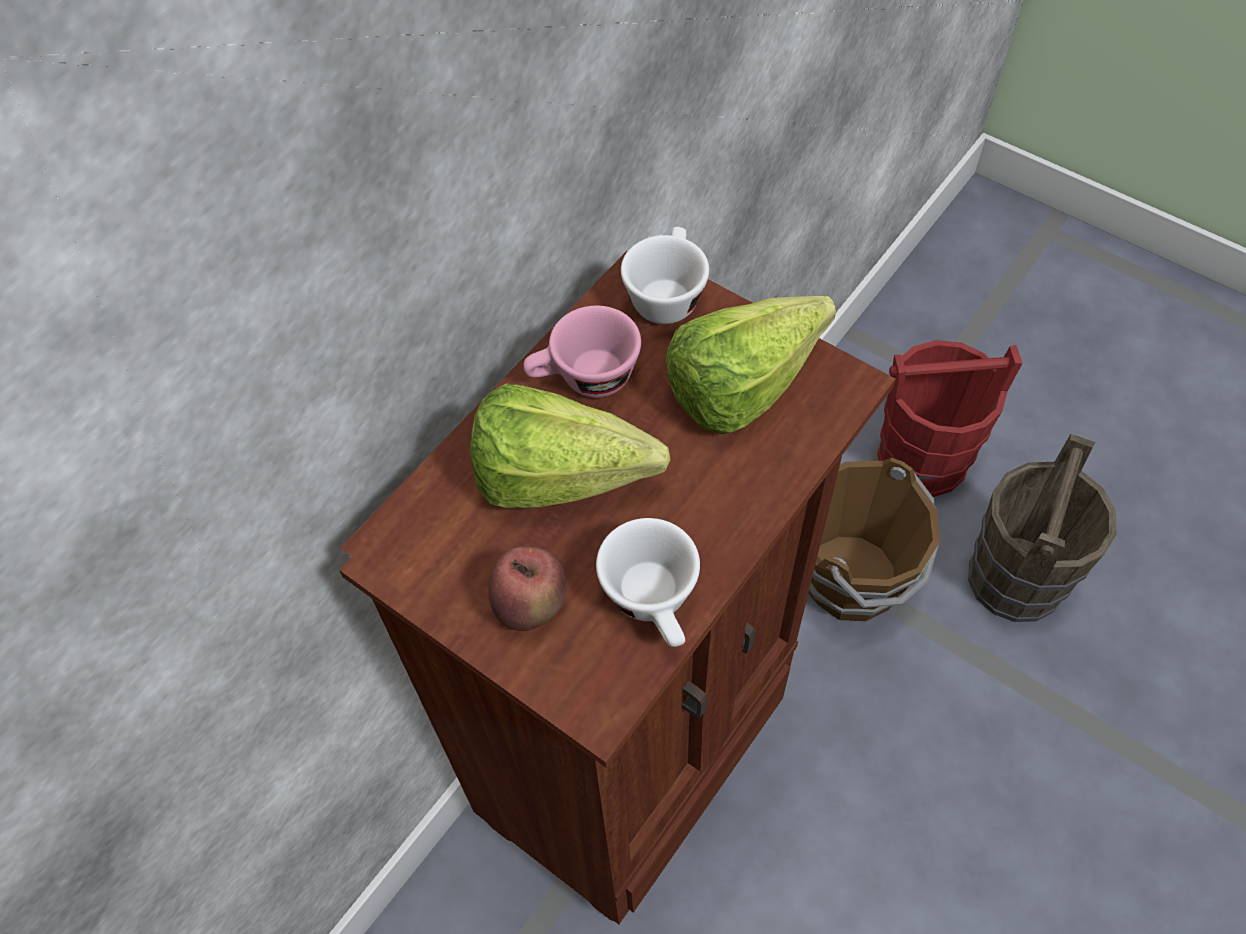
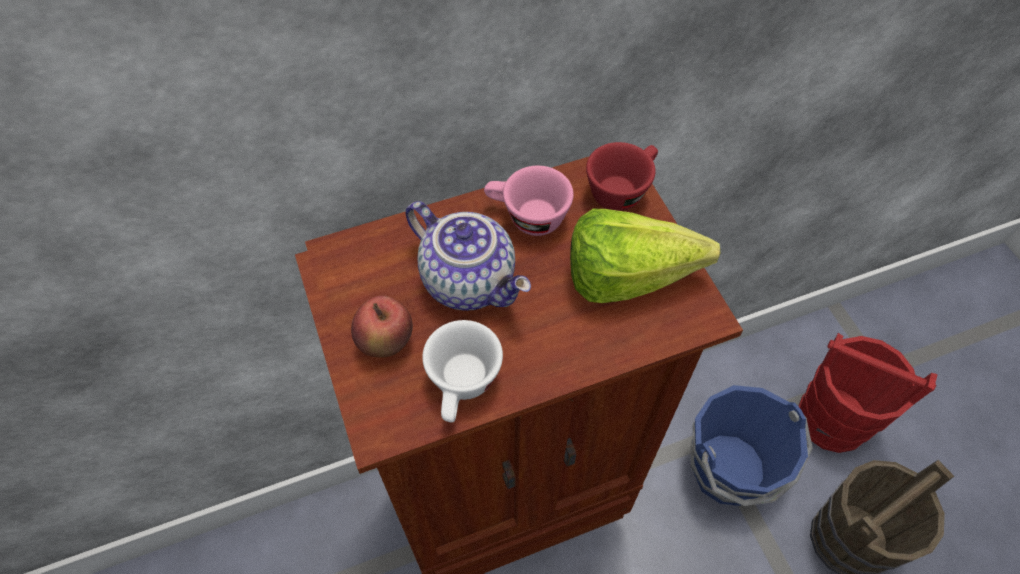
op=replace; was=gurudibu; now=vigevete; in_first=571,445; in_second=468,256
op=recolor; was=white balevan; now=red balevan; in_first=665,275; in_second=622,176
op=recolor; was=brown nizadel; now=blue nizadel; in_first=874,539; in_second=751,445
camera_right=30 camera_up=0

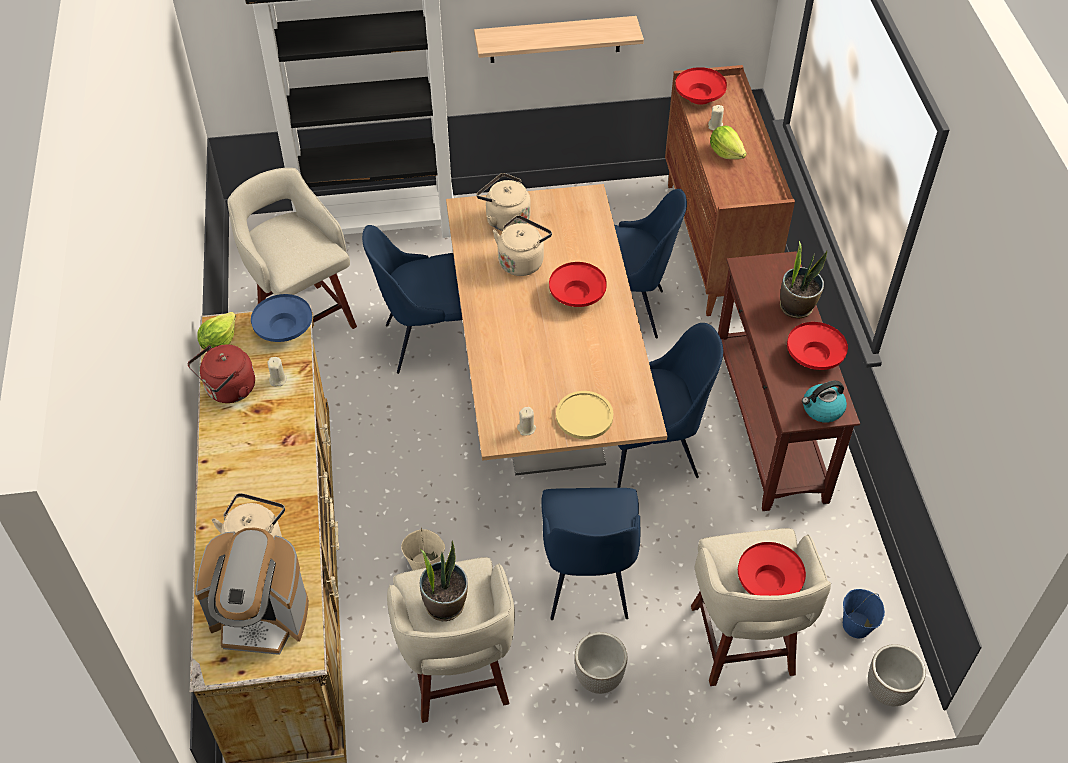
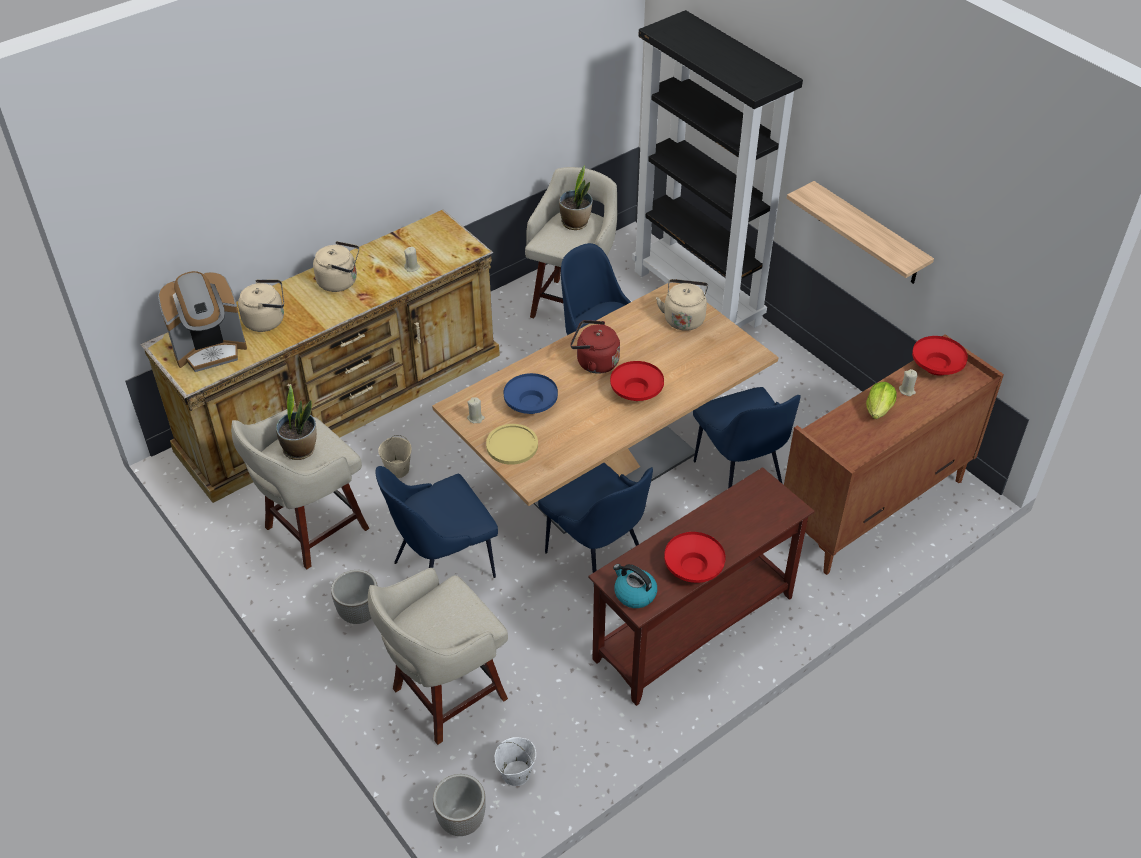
op=move; was=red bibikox; in_first=221,373; in_second=595,347
op=rotate; was=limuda; in_first=252,591; in_second=202,321; clockwise=-90
op=delete; was=gurudibu; in_first=216,330
op=move; was=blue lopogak; in_first=281,318; in_second=531,393
op=move; was=beige bibikox; in_first=522,245; in_second=336,266
op=delete; was=red lopogak; in_first=772,569
op=move; was=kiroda; in_first=803,280; in_second=575,197
op=recolor; was=blue nizadel; now=white nizadel; in_first=864,613; in_second=515,761
camera_right=60 camera_up=-5

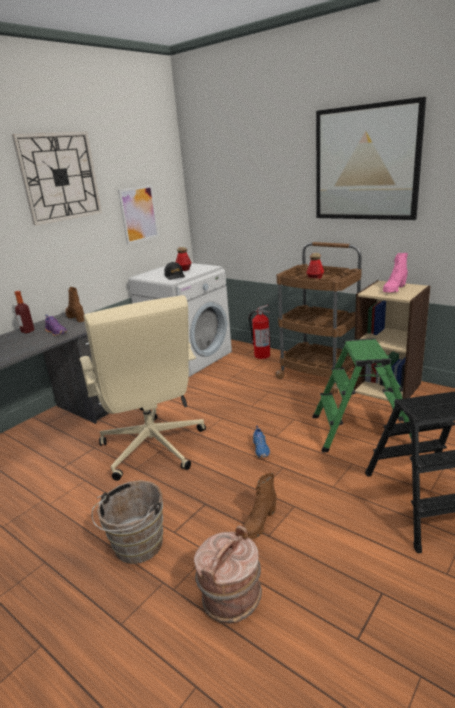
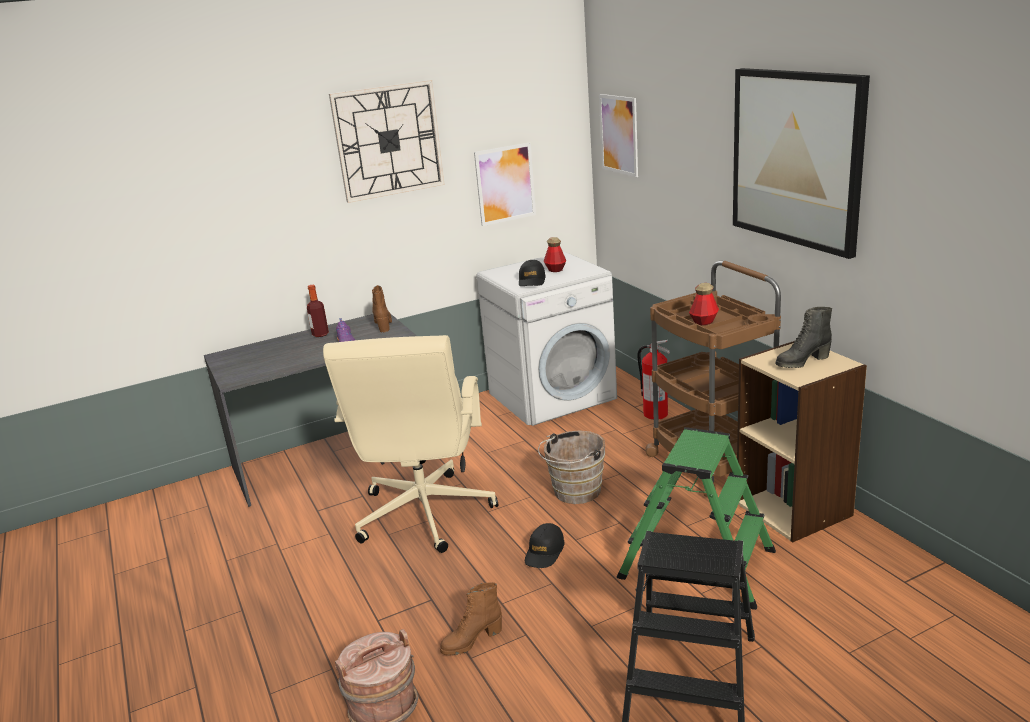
op=move; was=brown nizadel; in_first=127,522; in_second=571,467
op=replace; was=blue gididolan; now=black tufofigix; in_first=261,441; in_second=545,545
op=recolor; was=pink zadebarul; now=black zadebarul; in_first=395,273; in_second=804,337
op=insert; now=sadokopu; in_second=618,135
camera_right=25 camera_up=0

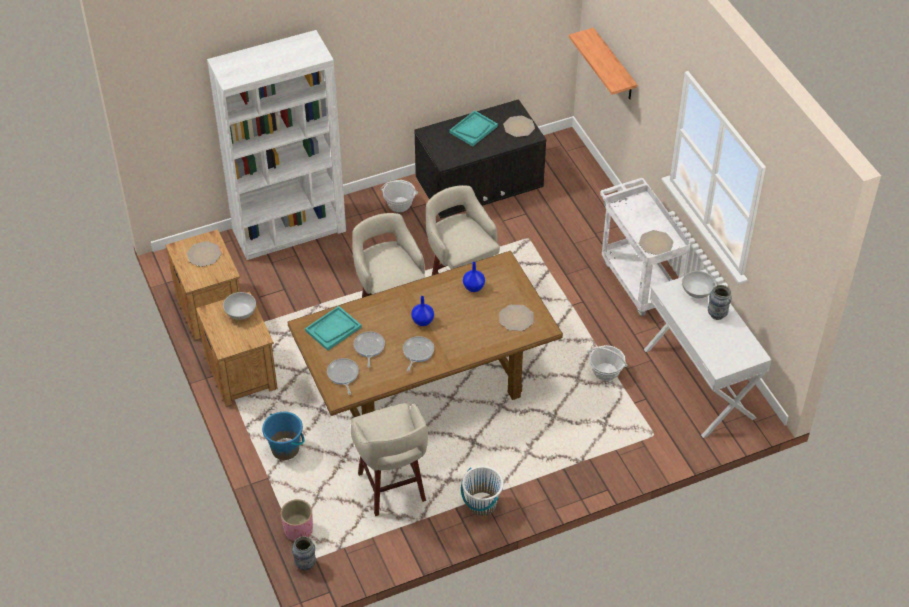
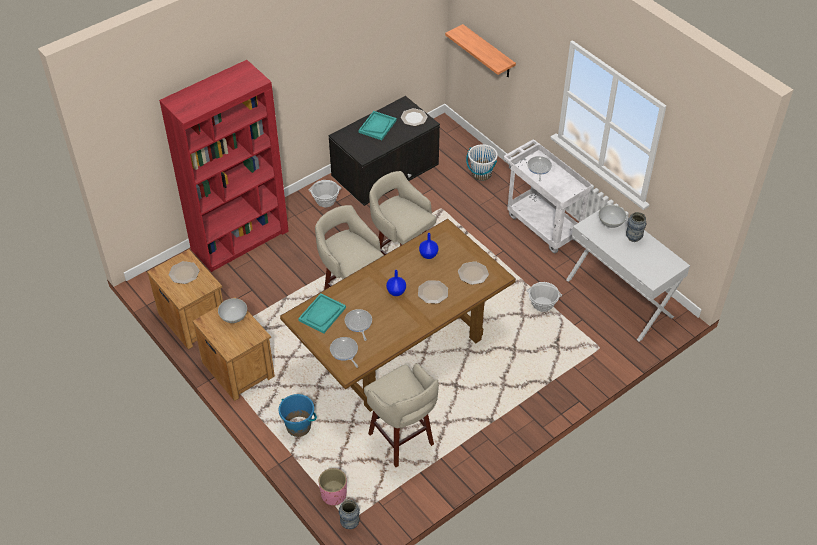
op=recolor; was=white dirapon; now=red dirapon; in_first=276,145; in_second=224,166
op=move; was=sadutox; in_first=418,354; in_second=539,168
op=move; was=white nizadel; in_first=482,491; in_second=482,162
op=move; was=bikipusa; in_first=656,242; in_second=433,292
camera_right=-15 camera_up=0

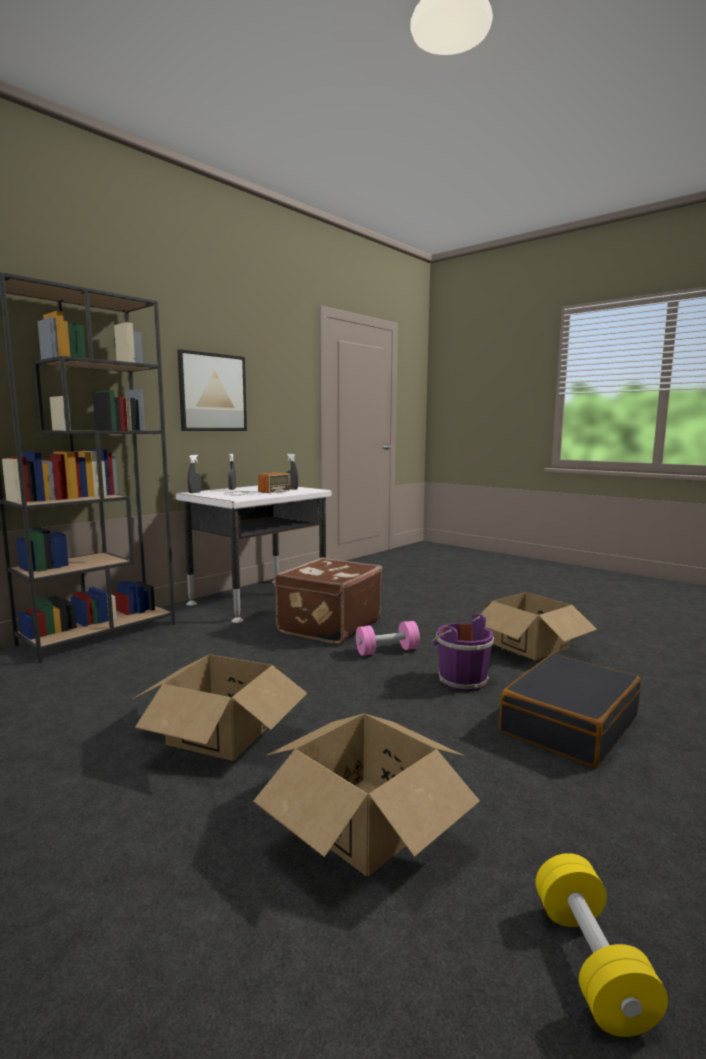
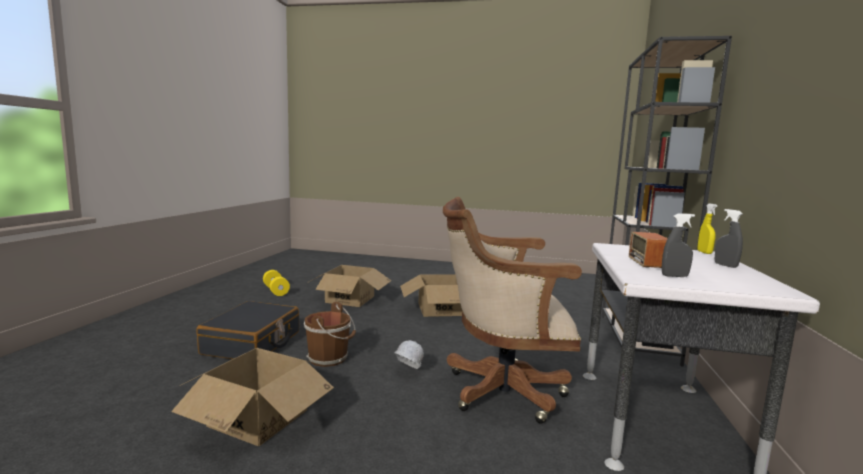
op=delete; was=sadokopu; in_first=212,390
op=recolor; was=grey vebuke; now=yellow vebuke; in_first=194,474; in_second=708,229
op=replace; was=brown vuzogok; now=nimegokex; in_first=328,600; in_second=512,310
op=replace; was=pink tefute; now=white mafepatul; in_first=388,638; in_second=409,354
op=recolor; was=purple nizadel; now=brown nizadel; in_first=462,652; in_second=330,334
camera_right=150 camera_up=0

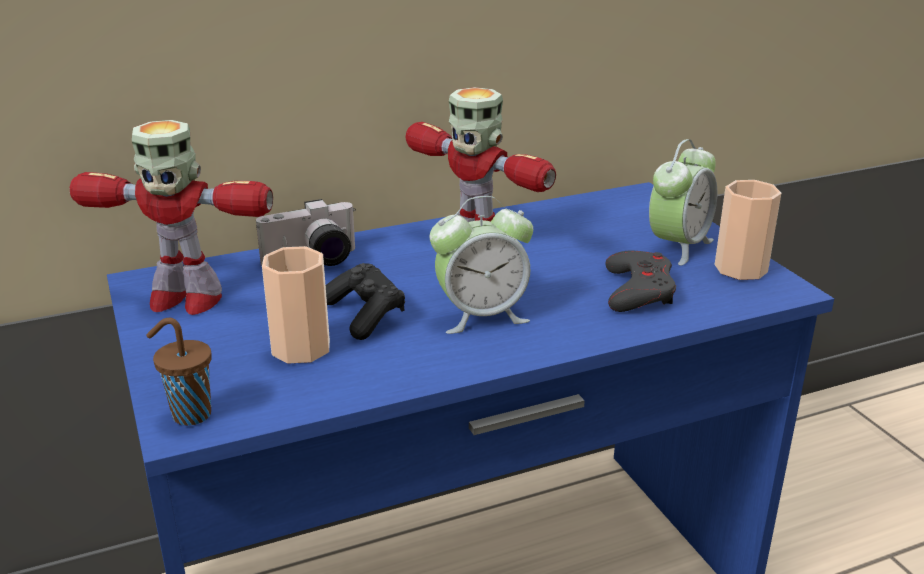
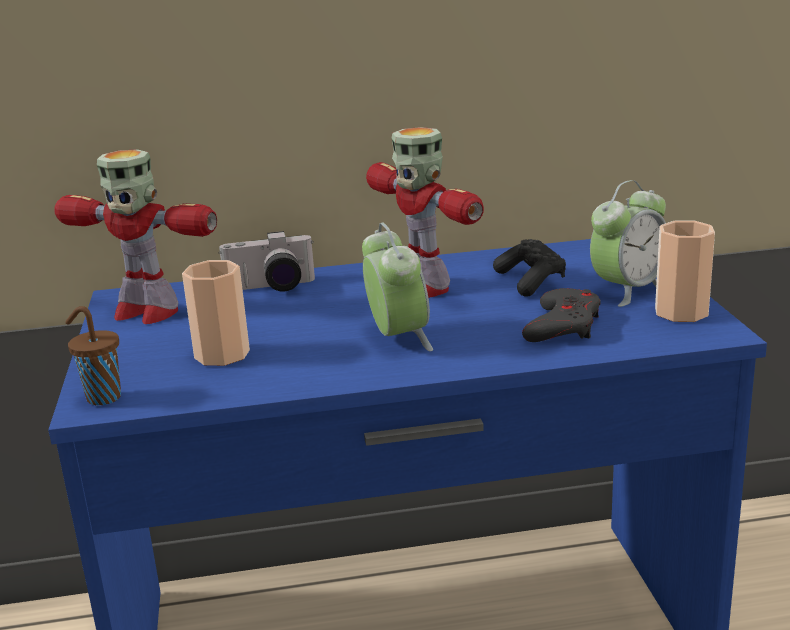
op=move; was=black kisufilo; in_first=365,301; in_second=529,268
op=rotate; was=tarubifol; in_first=481,265; in_second=397,287; clockwise=-105
camera_right=15 camera_up=-5

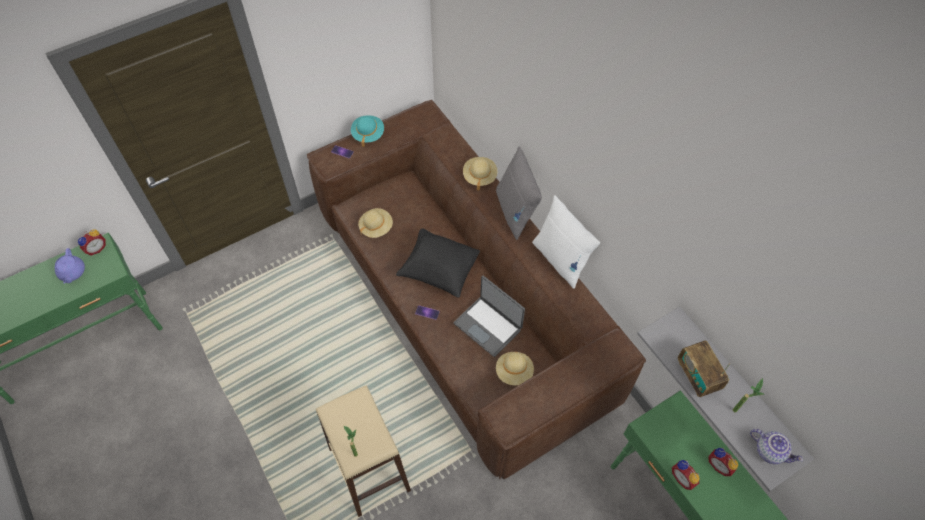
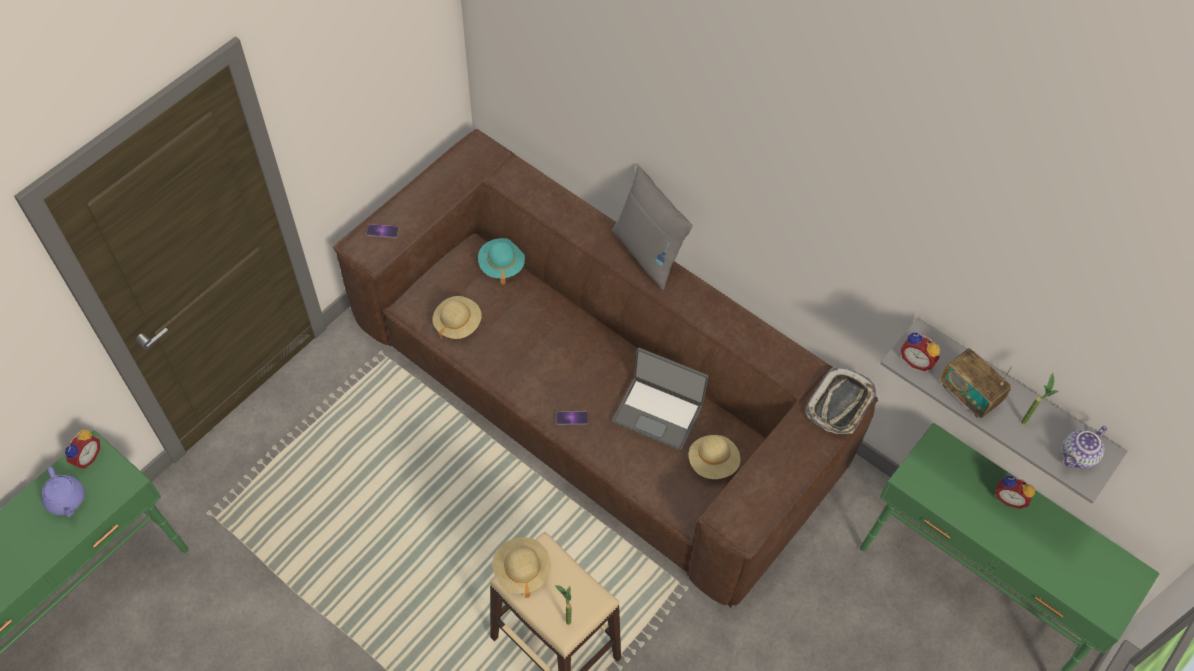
op=move; was=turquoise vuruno; in_first=367,131; in_second=501,261
op=delete; was=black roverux; in_first=438,263
op=move; was=beige vuruno; in_first=480,174; in_second=522,567
op=delete; was=white roverux; in_first=566,242
op=move; was=tarubifol; in_first=686,475; in_second=920,352
op=rotate; was=vigevete; in_first=776,446; in_second=1085,447; clockwise=120
op=insert; now=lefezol; in_second=841,400
camera_right=-20 camera_up=0

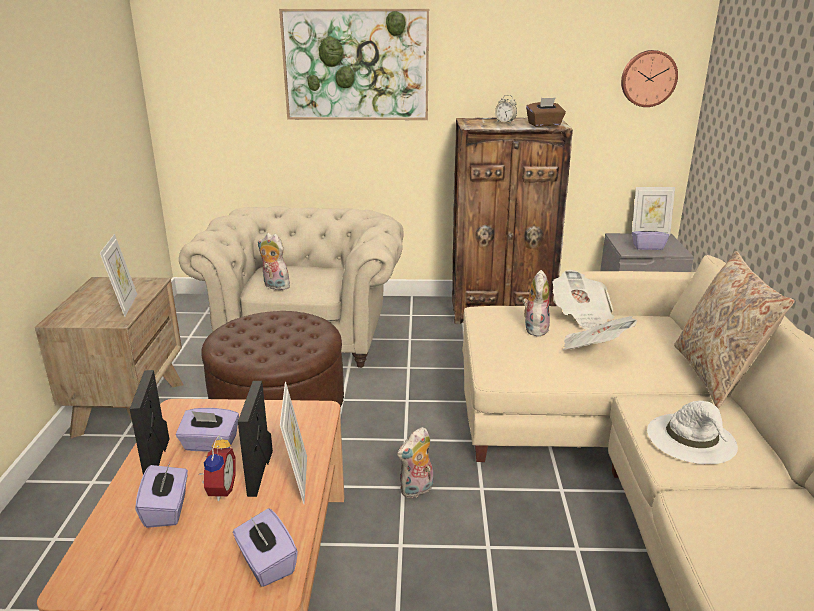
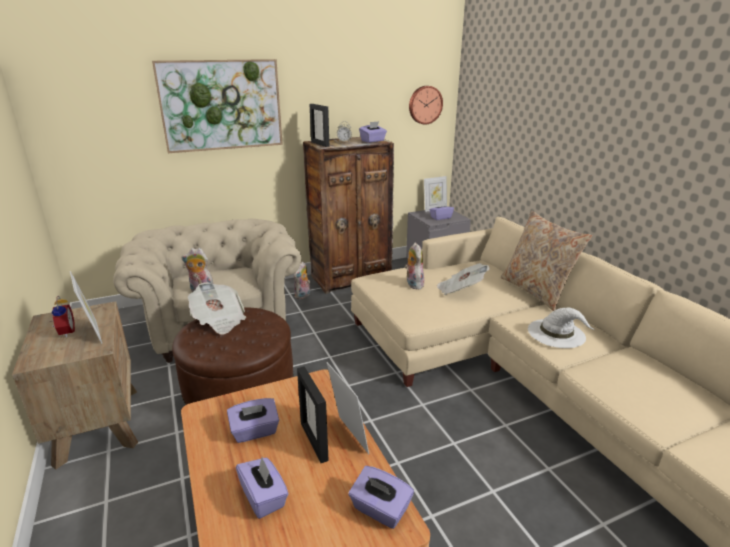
op=move; was=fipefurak; in_first=149,422; in_second=319,125
op=move; was=tarubifol; in_first=217,468; in_second=63,316
op=move; was=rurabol; in_first=415,462; in_second=302,280
op=recolor; was=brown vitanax; now=purple vitanax; in_first=546,112; in_second=373,132
op=move; was=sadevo; in_first=583,300; in_second=217,308
camera_right=-25 camera_up=0

